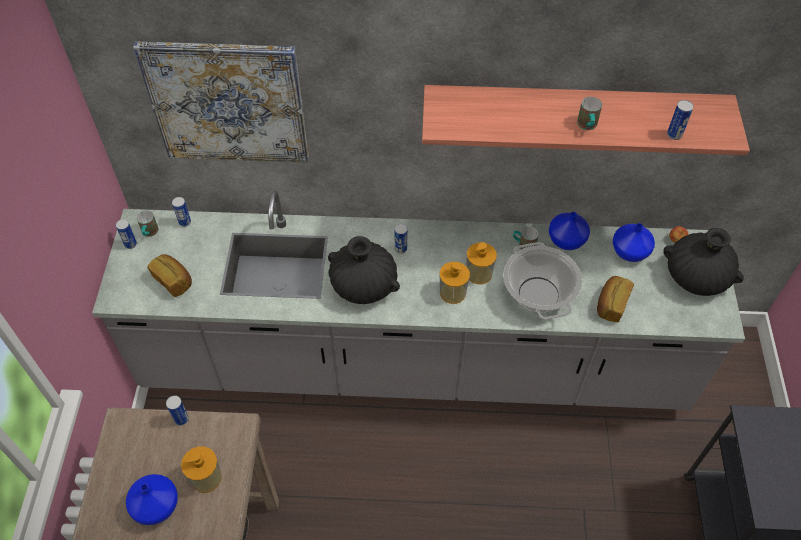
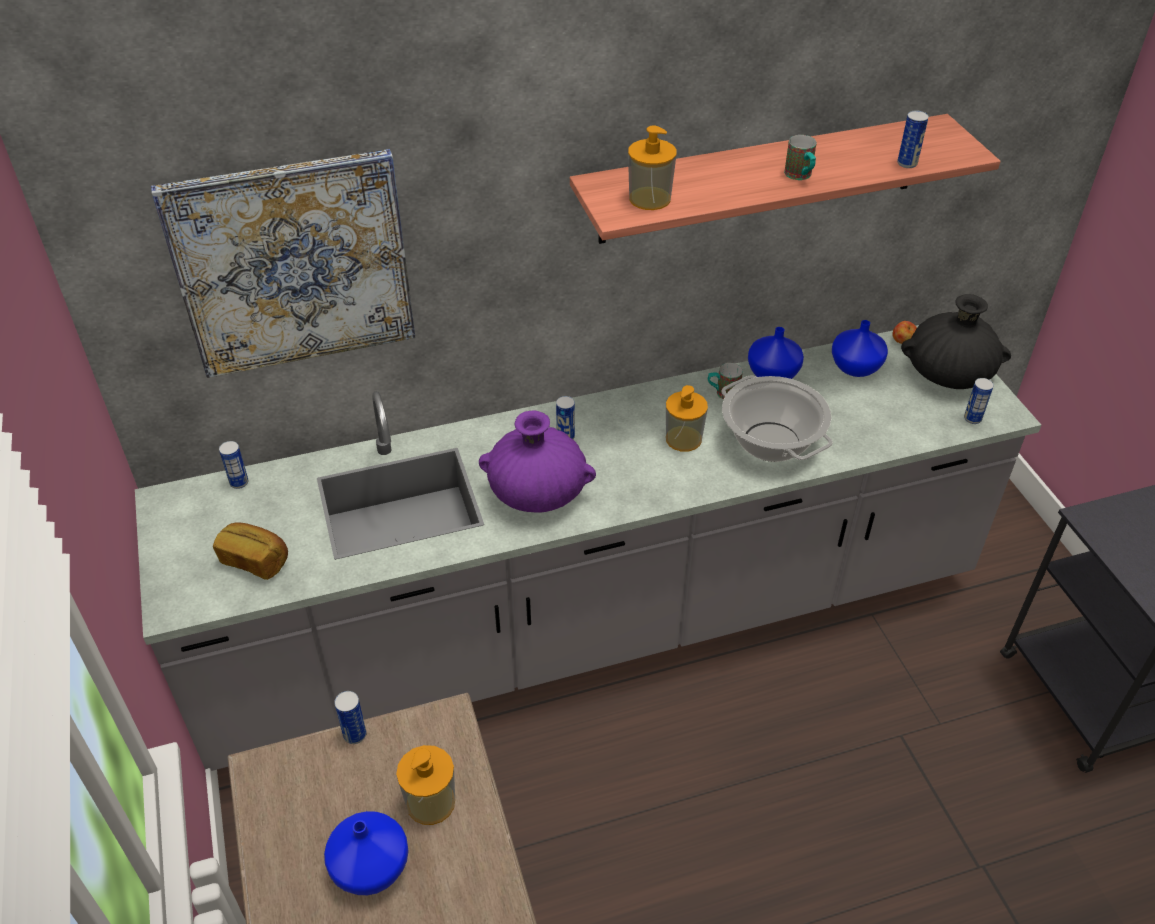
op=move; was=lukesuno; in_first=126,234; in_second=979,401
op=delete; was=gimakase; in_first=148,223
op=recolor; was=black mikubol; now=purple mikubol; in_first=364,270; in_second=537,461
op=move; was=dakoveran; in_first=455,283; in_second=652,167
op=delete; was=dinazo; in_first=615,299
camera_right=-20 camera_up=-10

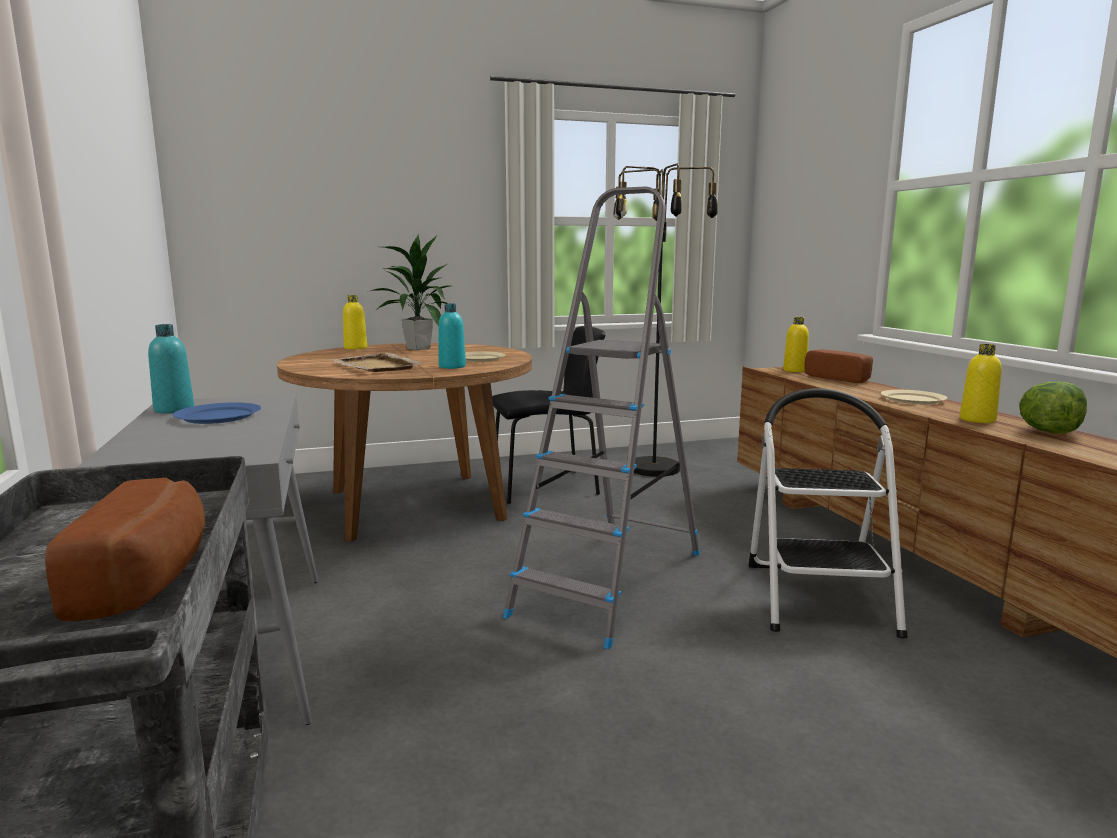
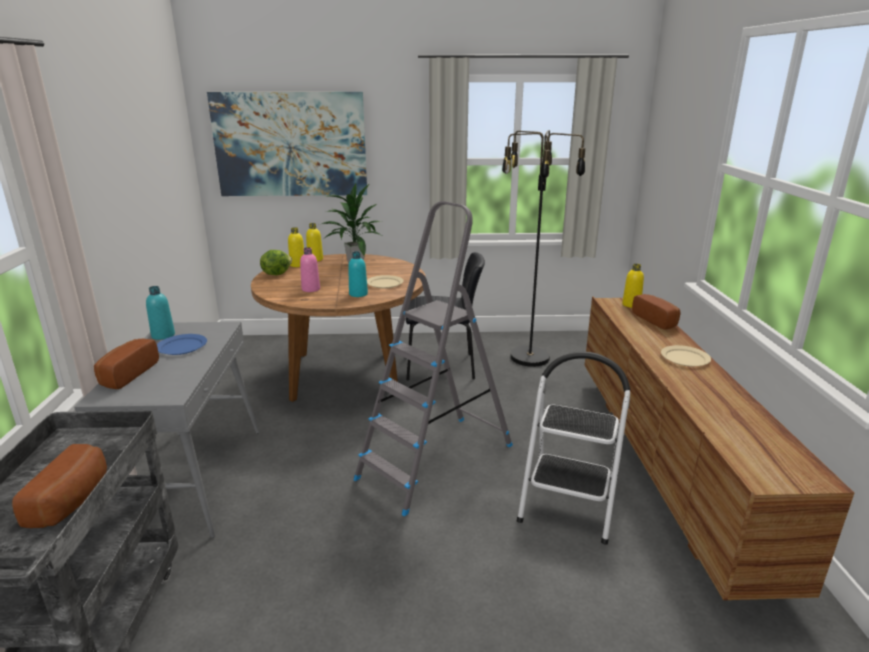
op=replace; was=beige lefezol; now=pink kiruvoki; in_first=377,362; in_second=310,269
op=move; was=yellow kiruvoki; in_first=981,383; in_second=296,247
op=move; was=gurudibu; in_first=1053,407; in_second=276,262
op=insert; now=dinazo; in_second=126,364
op=insert; now=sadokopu; in_second=287,144
camera_right=15 camera_up=10

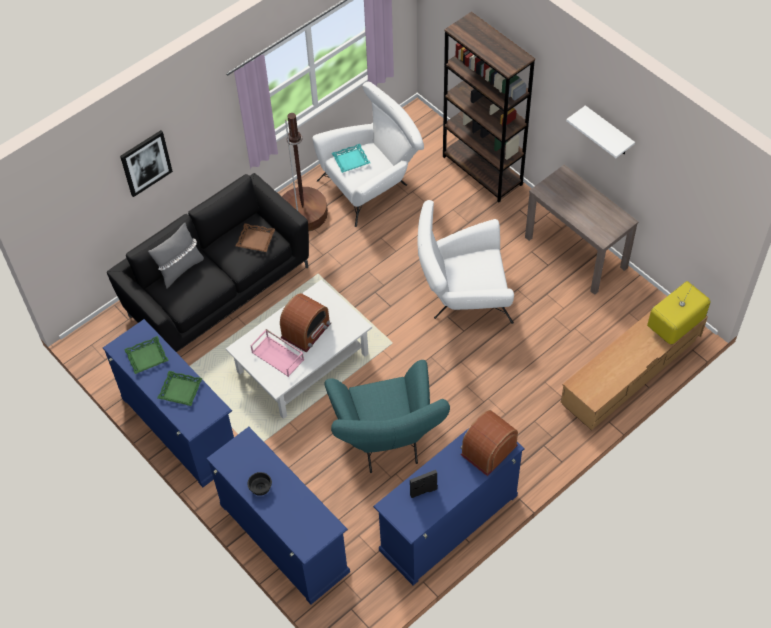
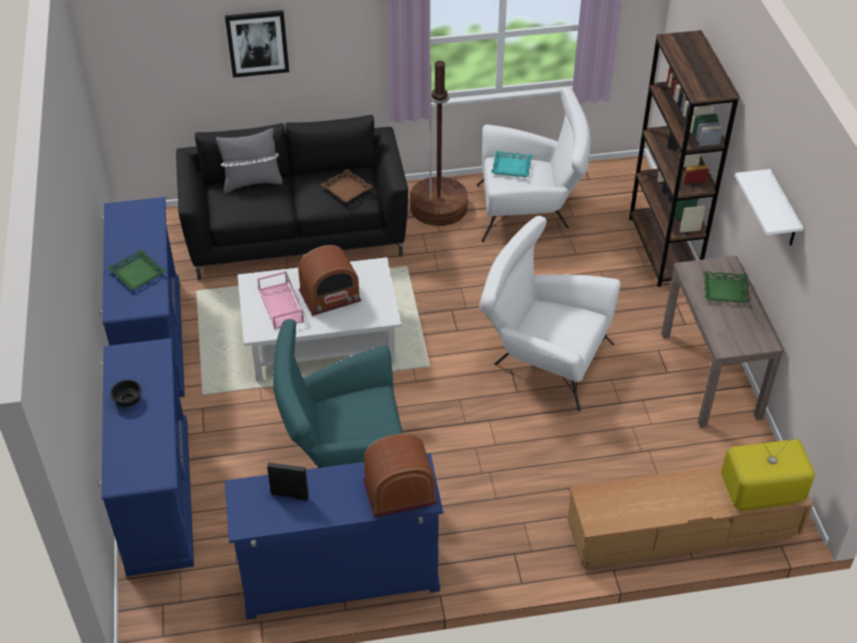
op=move; was=green lefezol; in_first=146,355; in_second=727,287
op=rotate; was=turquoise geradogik; in_first=387,416; in_second=338,393; clockwise=60
camera_right=30 camera_up=-10

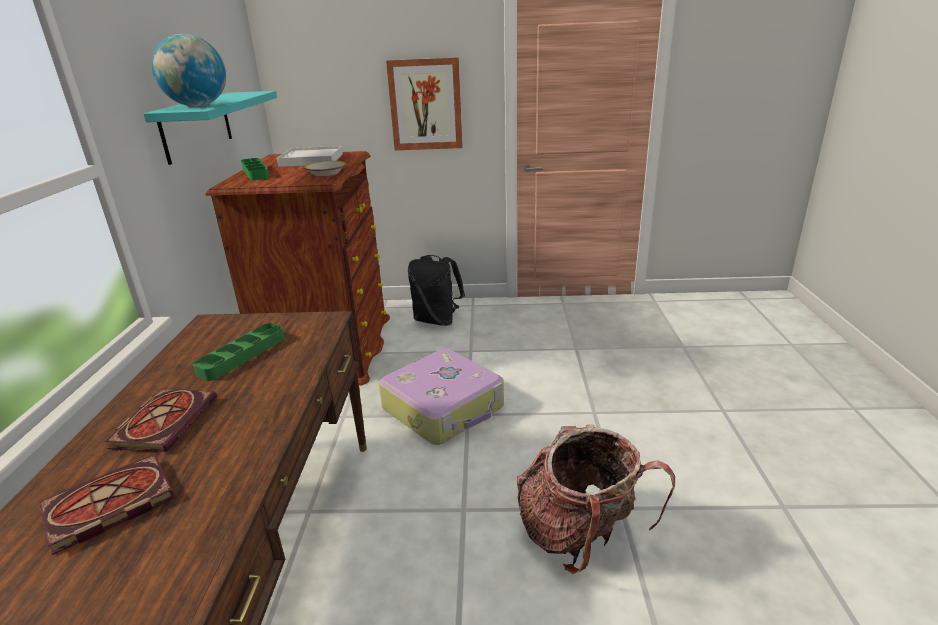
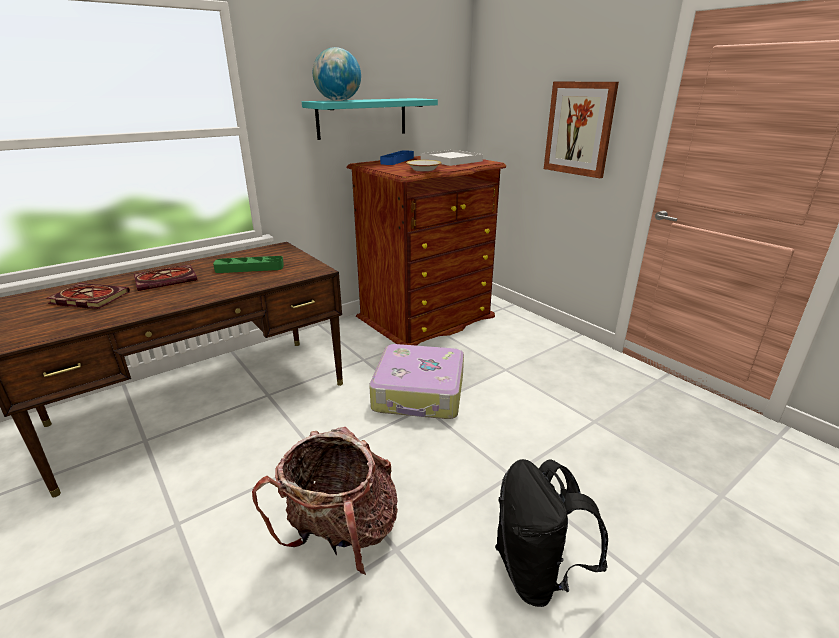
op=recolor; was=green lefezol; now=blue lefezol; in_first=255,169; in_second=397,157
op=move; was=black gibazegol; in_first=436,290; in_second=551,533
camera_right=50 camera_up=0

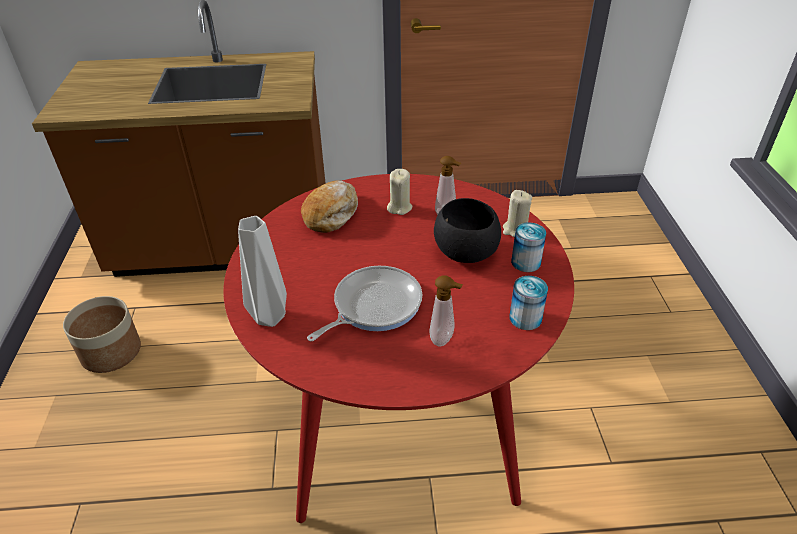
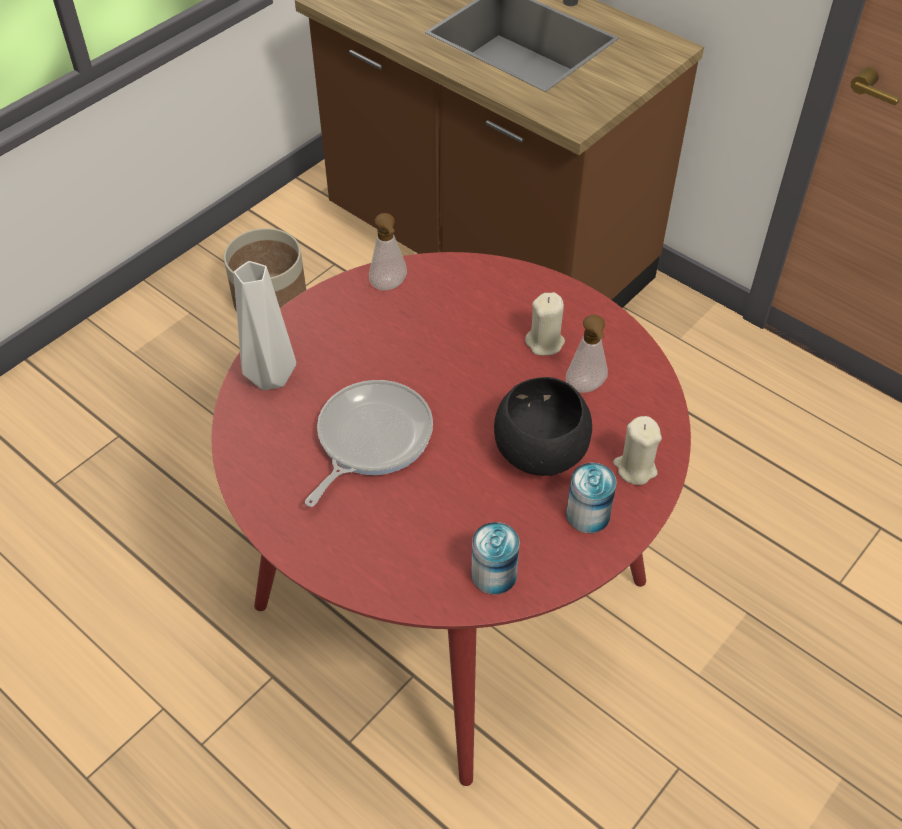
op=delete; was=dinazo; in_first=329,206
op=rotate; was=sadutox; in_first=364,303; in_second=369,443; clockwise=-60
op=move; was=dakoveran; in_first=446,310; in_second=388,251
camera_right=45 camera_up=10

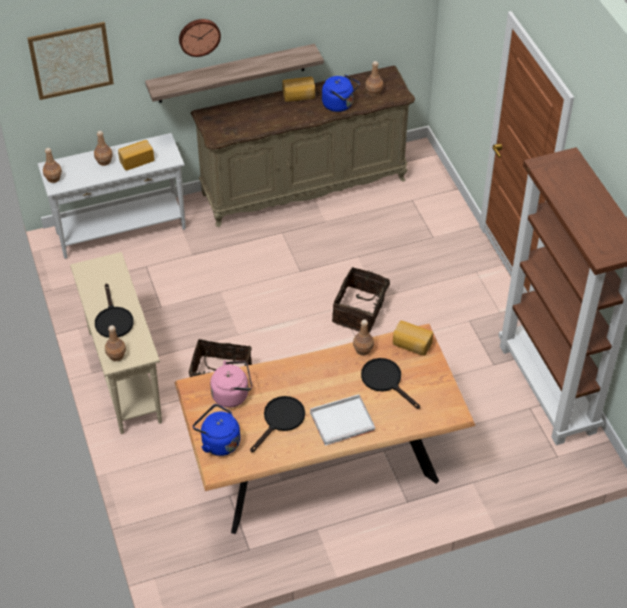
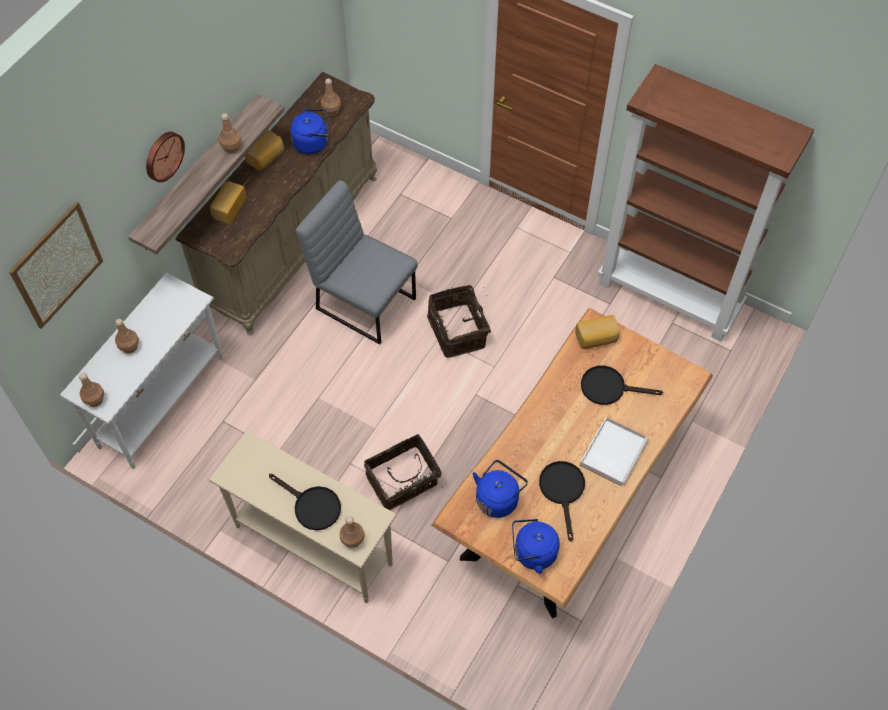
op=move; was=dinazo; in_first=136,155; in_second=228,202
op=recolor; was=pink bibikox; now=blue bibikox; in_first=231,384; in_second=500,489
op=move; was=brown kiruvoki; in_first=363,337; in_second=230,133
op=insert; now=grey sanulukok; in_second=357,262
camera_right=-40 camera_up=10

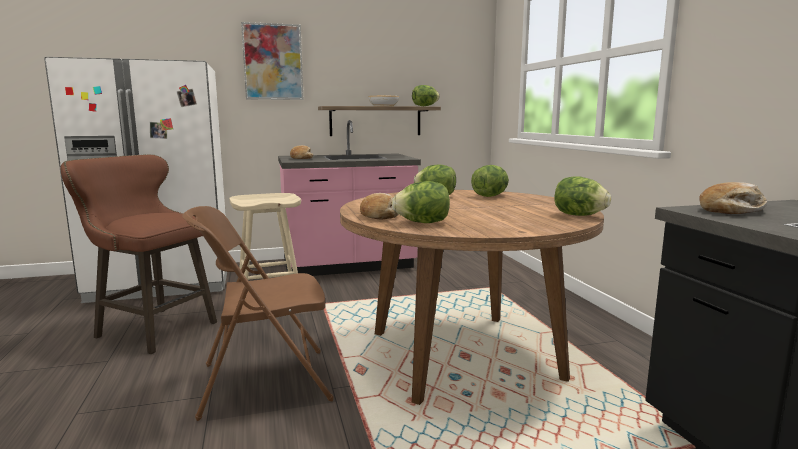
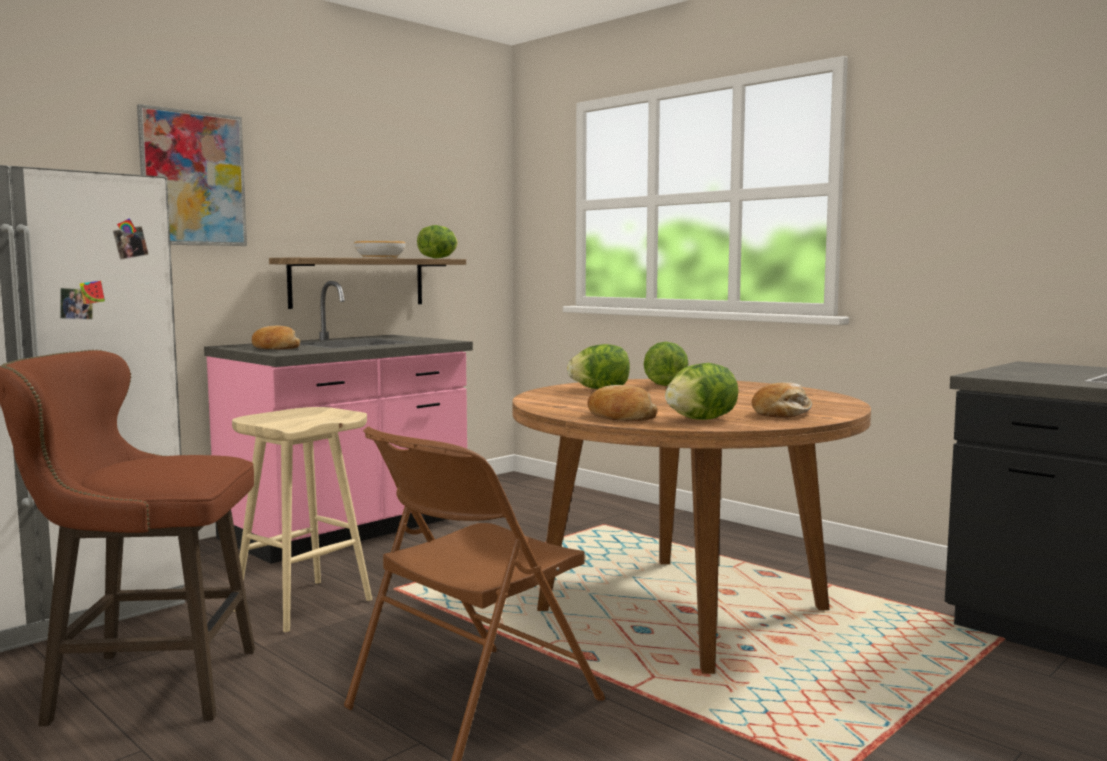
op=delete; was=gurudibu; in_first=583,196
op=move; was=dinazo; in_first=733,198; in_second=782,400
camera_right=-30 camera_up=-5

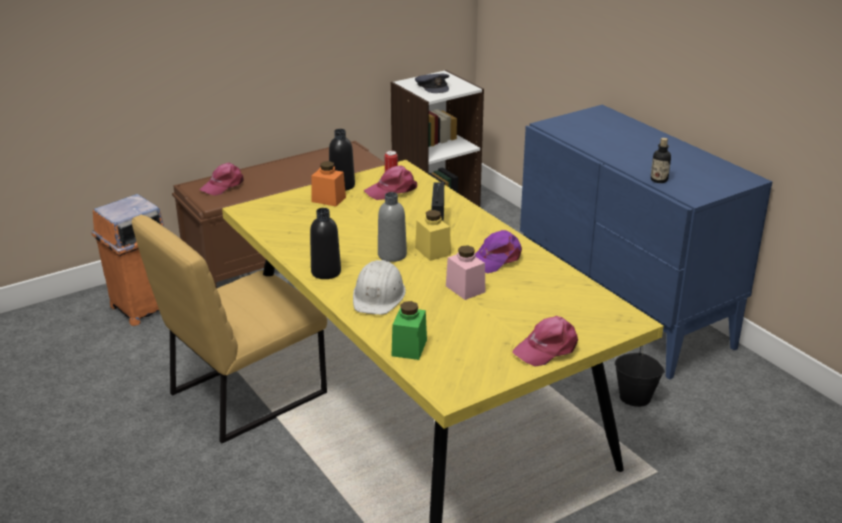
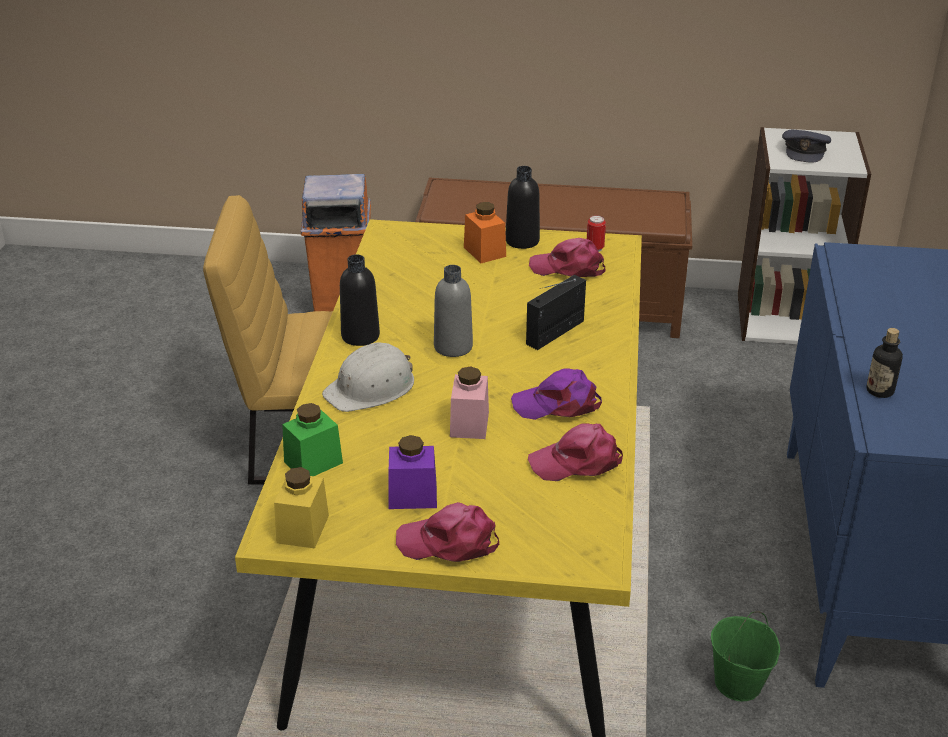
op=move; was=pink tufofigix; in_first=221,179; in_second=575,452
op=move; was=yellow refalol; in_first=433,235; in_second=301,508
op=recolor; was=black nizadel; now=green nizadel; in_first=640,376; in_second=745,656
op=insert; now=purple refalol; in_second=413,472
camera_right=40 camera_up=5

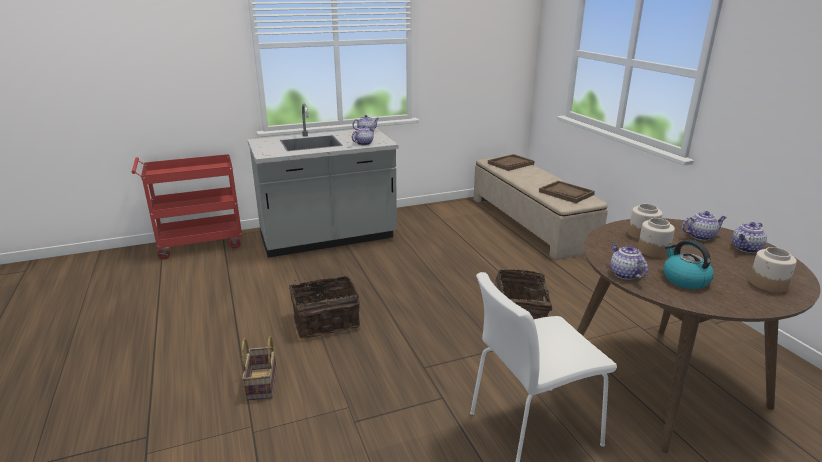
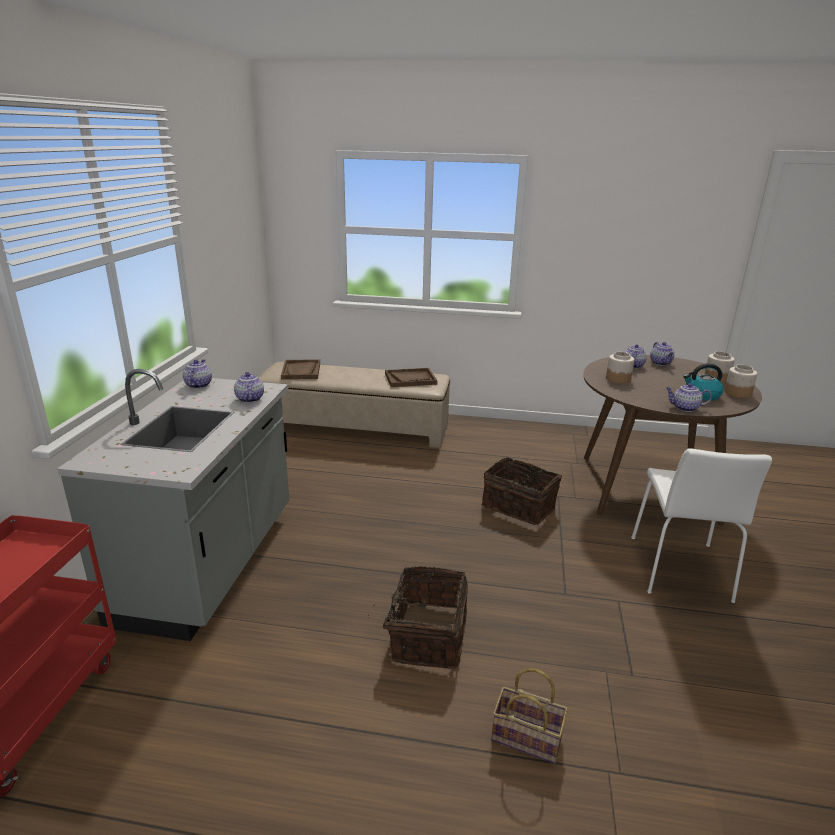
op=move; was=refalol; in_first=656,238; in_second=740,381
camera_right=-60 camera_up=0

